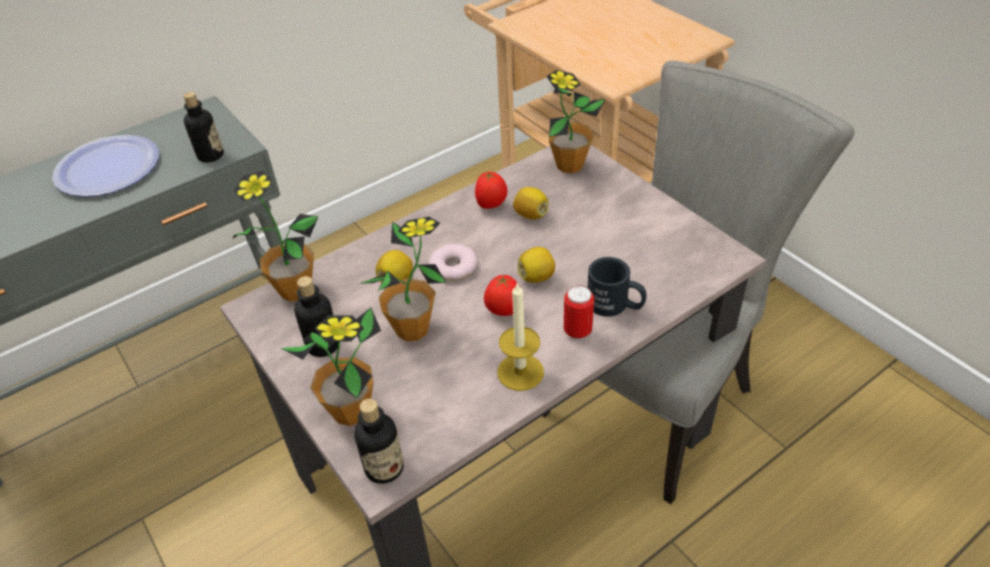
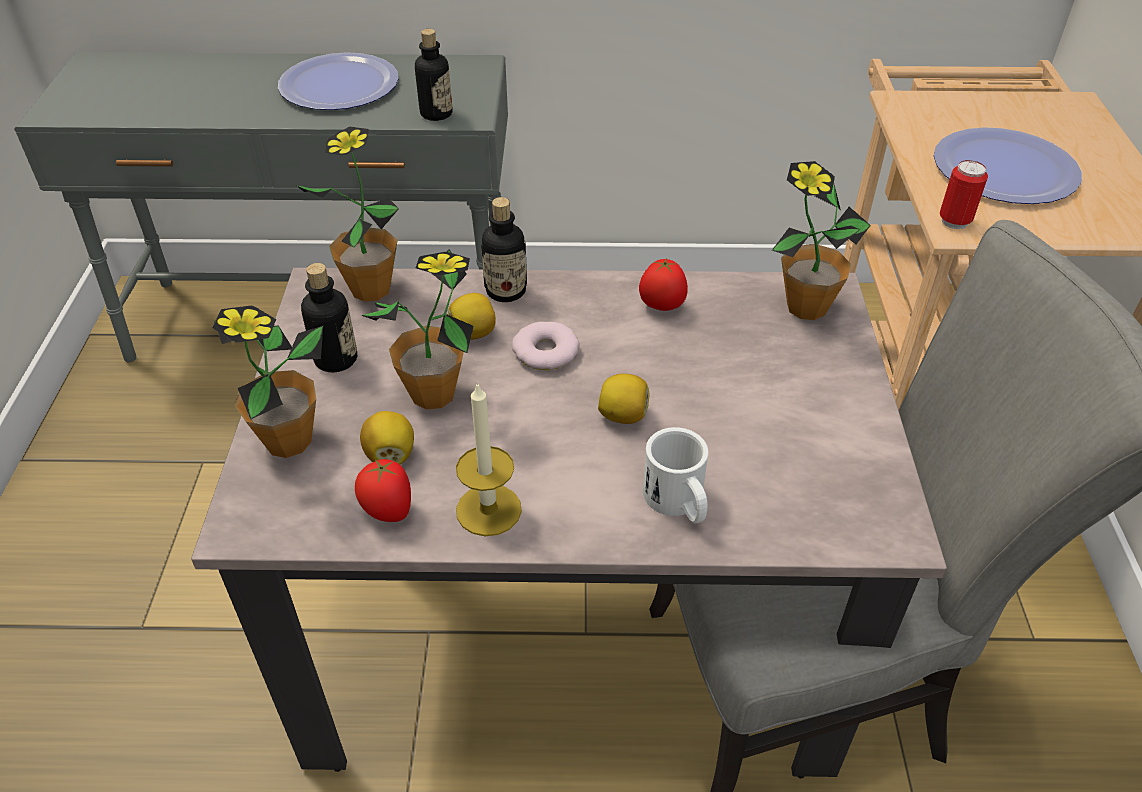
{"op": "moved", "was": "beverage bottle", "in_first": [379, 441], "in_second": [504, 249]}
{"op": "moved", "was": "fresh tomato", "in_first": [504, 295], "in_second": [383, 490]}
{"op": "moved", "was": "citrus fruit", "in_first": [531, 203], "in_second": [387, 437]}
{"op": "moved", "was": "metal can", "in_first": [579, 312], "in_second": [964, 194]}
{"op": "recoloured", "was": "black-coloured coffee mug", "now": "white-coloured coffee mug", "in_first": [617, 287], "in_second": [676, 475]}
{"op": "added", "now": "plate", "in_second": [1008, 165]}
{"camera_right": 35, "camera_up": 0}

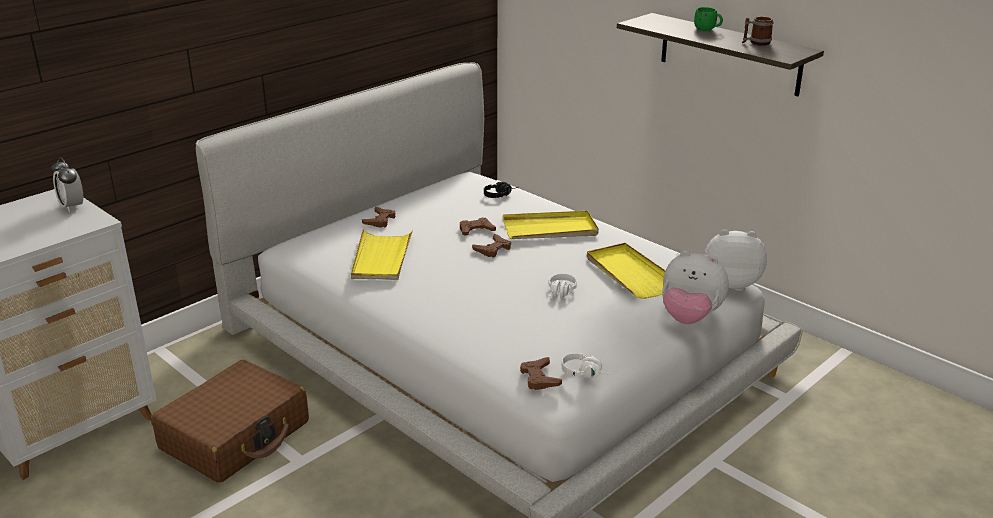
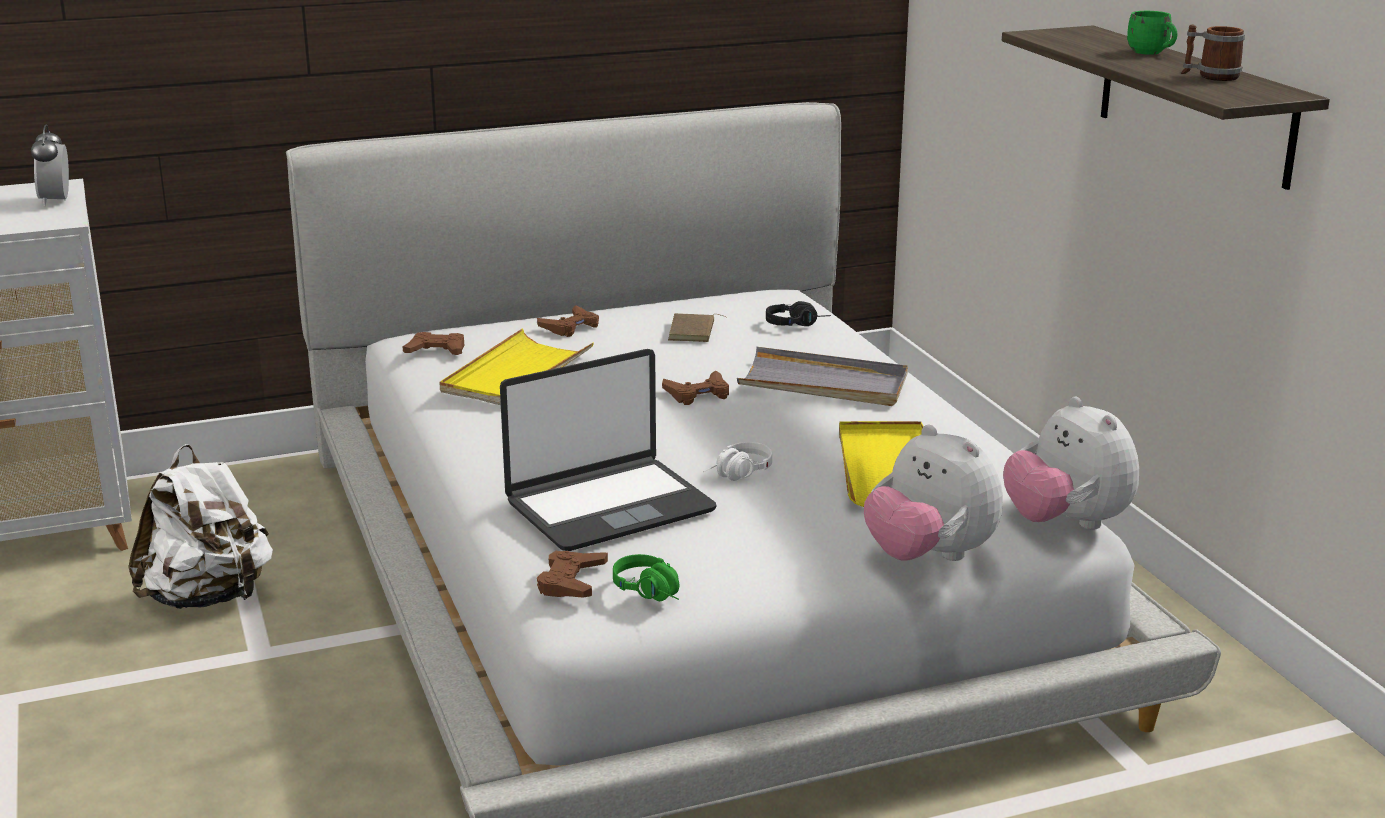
{"op": "replaced", "was": "brownish suitcase", "now": "white-coloured knapsack", "in_first": [230, 421], "in_second": [200, 526]}
{"op": "moved", "was": "brownish joypad", "in_first": [478, 226], "in_second": [433, 343]}
{"op": "recoloured", "was": "yellow serving tray", "now": "greyish serving tray", "in_first": [551, 225], "in_second": [822, 376]}
{"op": "recoloured", "was": "white-coloured pair of headphones", "now": "greenish pair of headphones", "in_first": [586, 365], "in_second": [646, 577]}
{"op": "turned", "was": "soft toy", "in_first": [735, 260], "in_second": [1071, 463], "clockwise": -150}
{"op": "added", "now": "portable computer", "in_second": [608, 450]}
{"op": "added", "now": "brownish book", "in_second": [697, 327]}
{"camera_right": 25, "camera_up": -5}

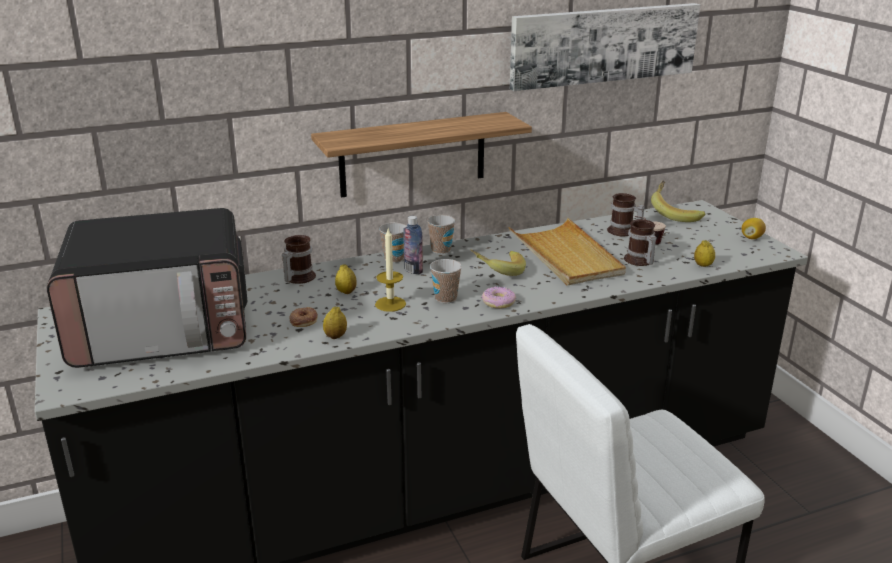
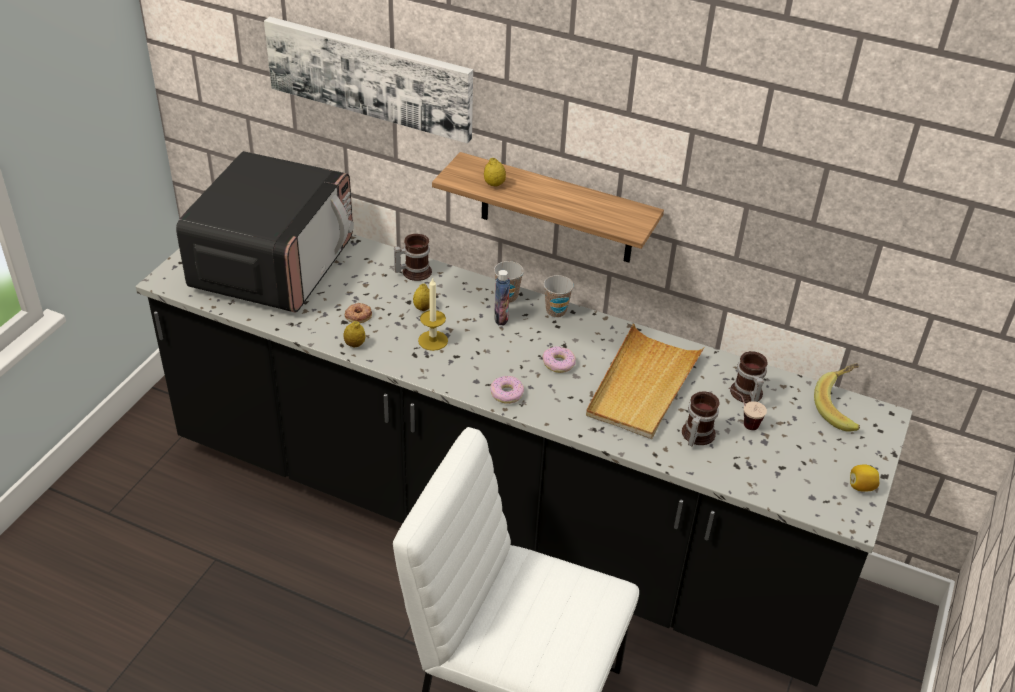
{"op": "turned", "was": "microwave oven", "in_first": [147, 288], "in_second": [265, 232], "clockwise": -105}
{"op": "removed", "was": "drinking cup", "in_first": [446, 281]}
{"op": "replaced", "was": "banana", "now": "donut", "in_first": [498, 262], "in_second": [559, 359]}
{"op": "moved", "was": "wall art", "in_first": [605, 47], "in_second": [368, 80]}
{"op": "moved", "was": "citrus fruit", "in_first": [704, 253], "in_second": [495, 172]}
{"camera_right": 45, "camera_up": 15}

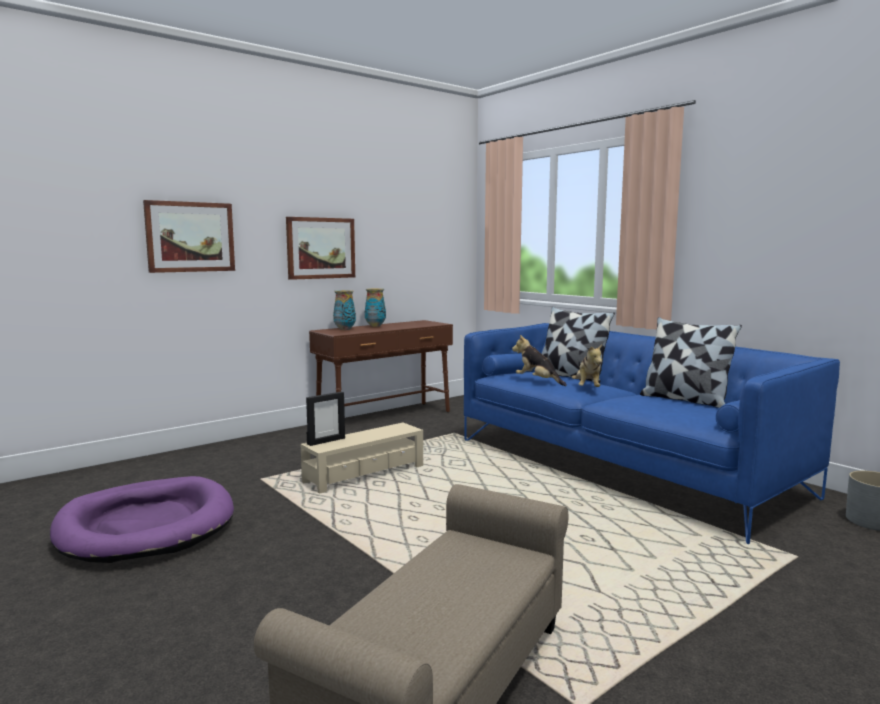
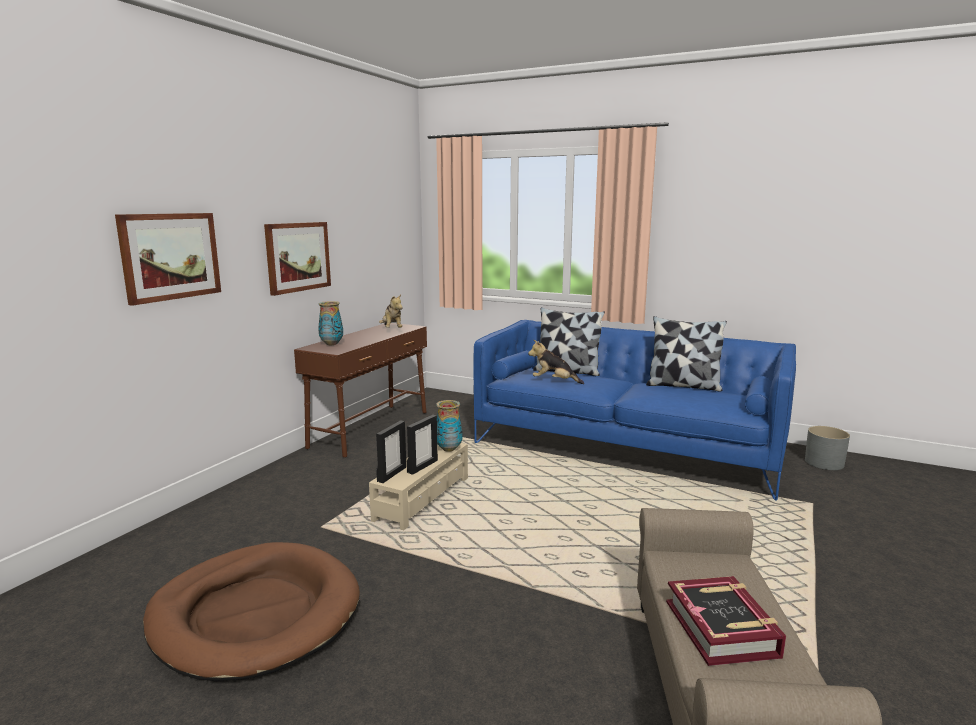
{"op": "recoloured", "was": "purple-coloured dog bed", "now": "brownish dog bed", "in_first": [142, 519], "in_second": [251, 611]}
{"op": "moved", "was": "decorative vase", "in_first": [375, 307], "in_second": [449, 426]}
{"op": "moved", "was": "soft toy", "in_first": [587, 366], "in_second": [391, 311]}
{"op": "added", "now": "photo frame", "in_second": [422, 445]}
{"op": "added", "now": "book", "in_second": [726, 621]}
{"camera_right": -25, "camera_up": 5}

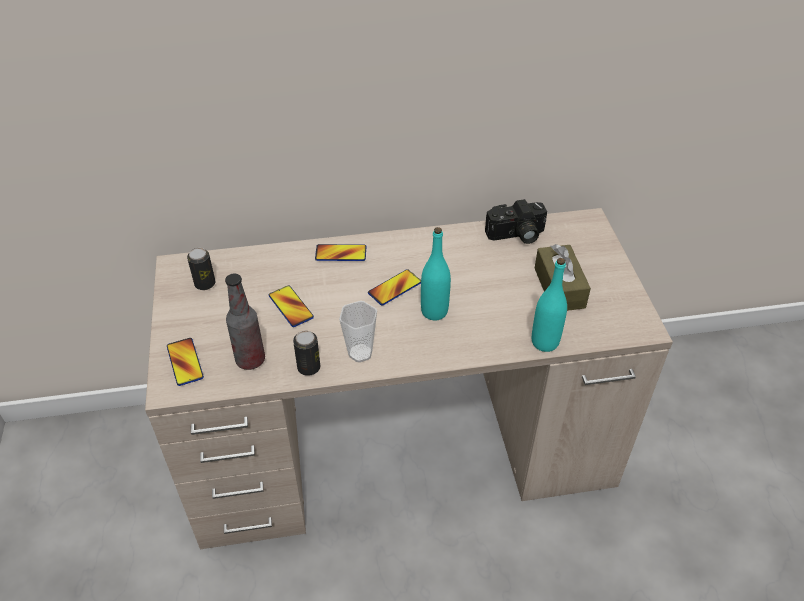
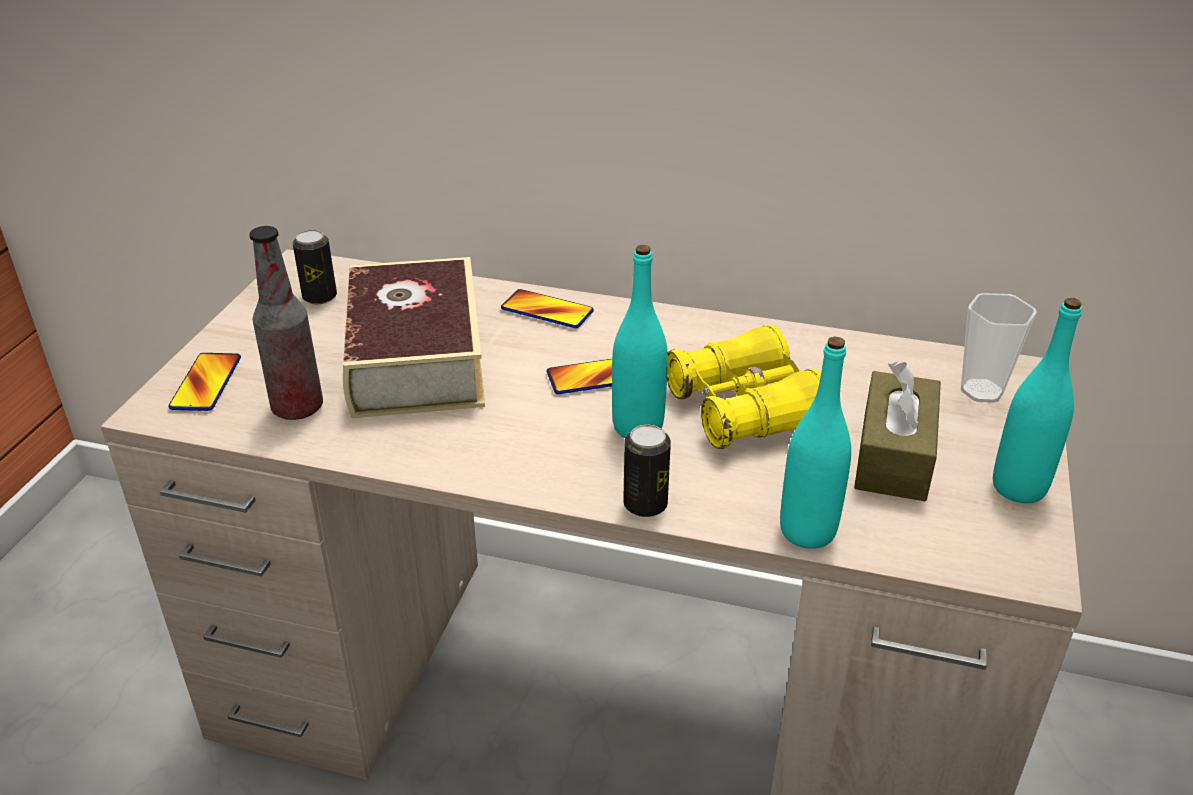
{"op": "replaced", "was": "telephone", "now": "book", "in_first": [291, 306], "in_second": [414, 337]}
{"op": "moved", "was": "metal can", "in_first": [306, 353], "in_second": [647, 471]}
{"op": "moved", "was": "drinking cup", "in_first": [358, 331], "in_second": [999, 348]}
{"op": "removed", "was": "photo camera", "in_first": [516, 221]}
{"op": "added", "now": "yellow binoculars", "in_second": [744, 387]}
{"op": "added", "now": "turquoise-coloured beverage bottle", "in_second": [1037, 400]}
{"camera_right": 25, "camera_up": -10}

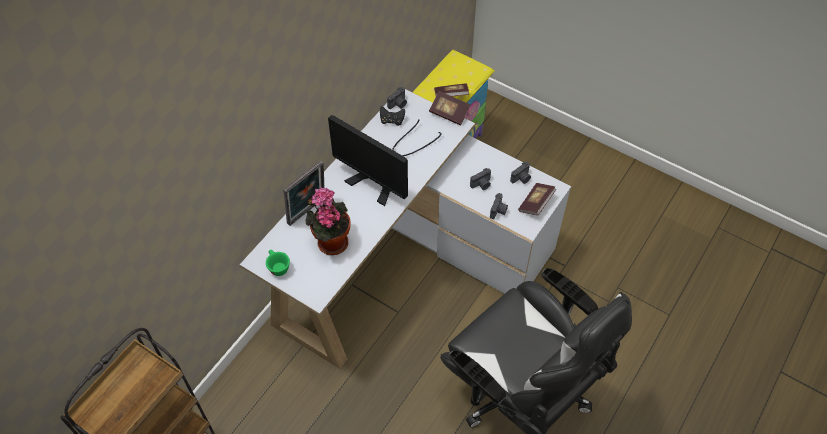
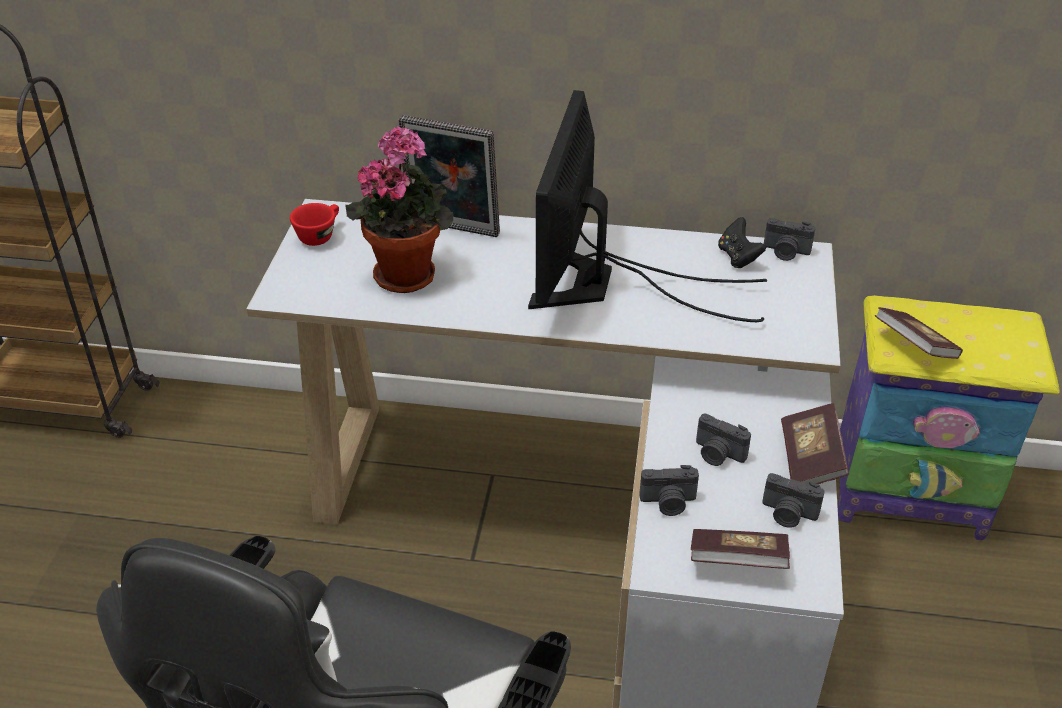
{"op": "recoloured", "was": "greenish drinking cup", "now": "red-coloured drinking cup", "in_first": [278, 263], "in_second": [314, 224]}
{"op": "moved", "was": "book", "in_first": [449, 108], "in_second": [815, 444]}
{"camera_right": 65, "camera_up": -15}

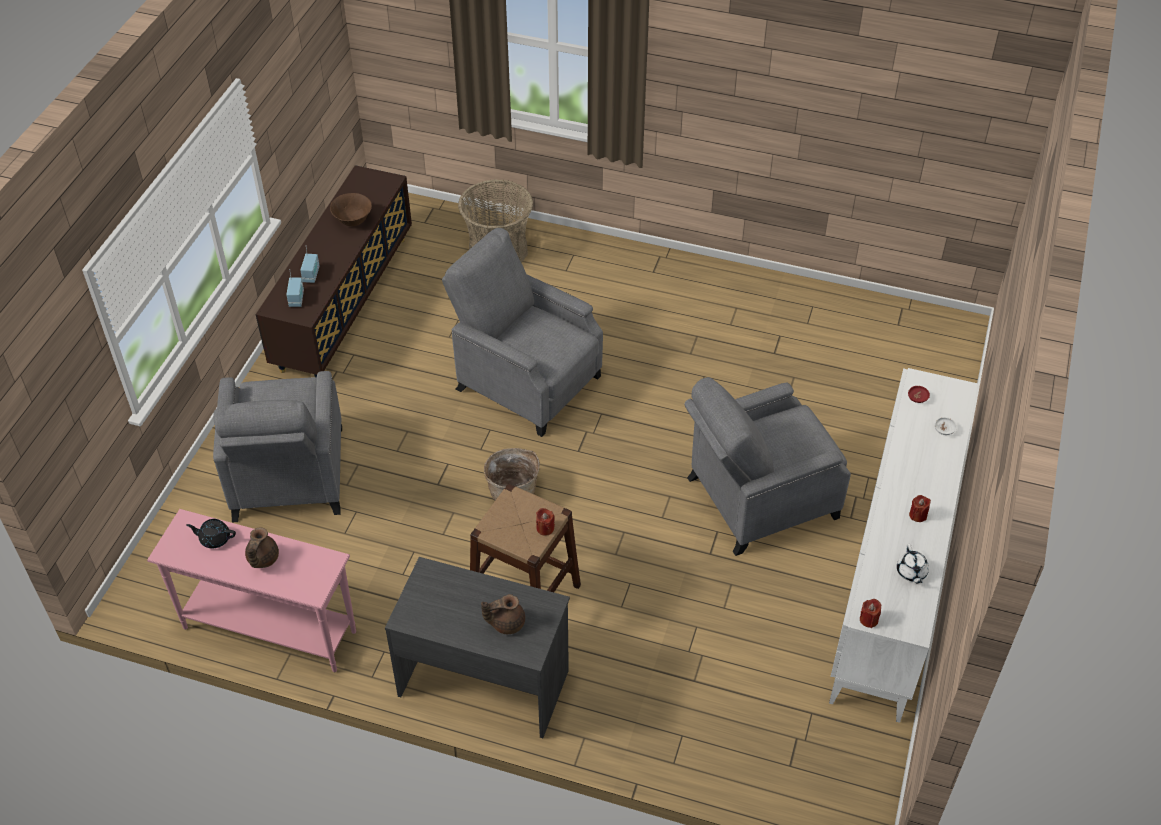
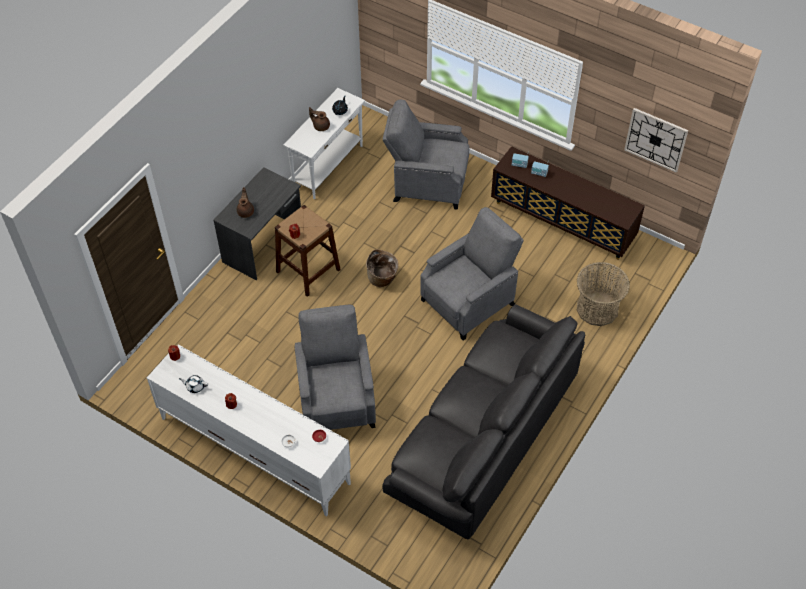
{"op": "recoloured", "was": "pink narrow table", "now": "white-coloured narrow table", "in_first": [251, 590], "in_second": [324, 143]}
{"op": "removed", "was": "brownish bowl", "in_first": [351, 209]}
{"op": "added", "now": "black-coloured sofa", "in_second": [483, 421]}
{"op": "added", "now": "hanging clock", "in_second": [656, 140]}
{"camera_right": 105, "camera_up": 5}

